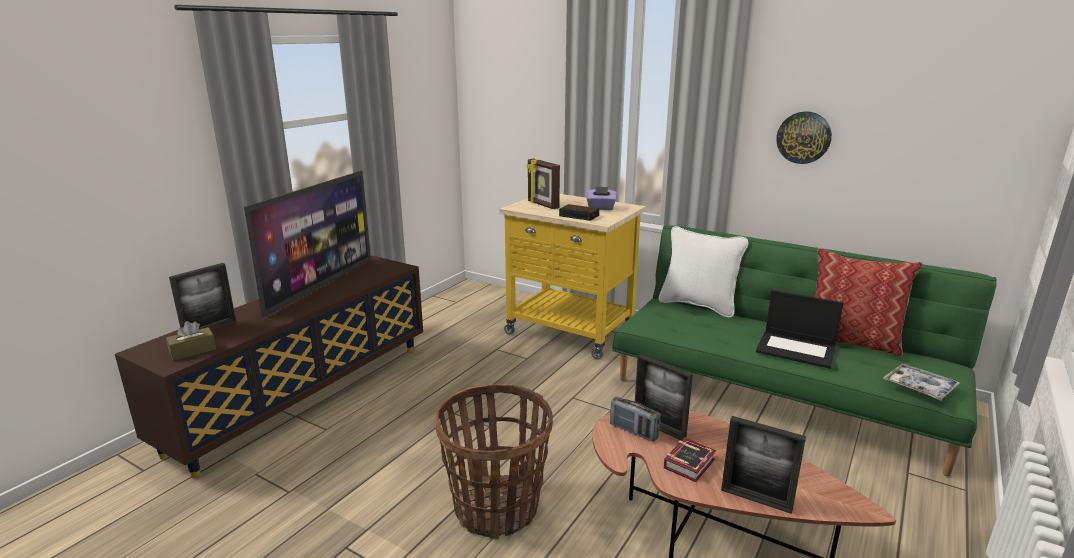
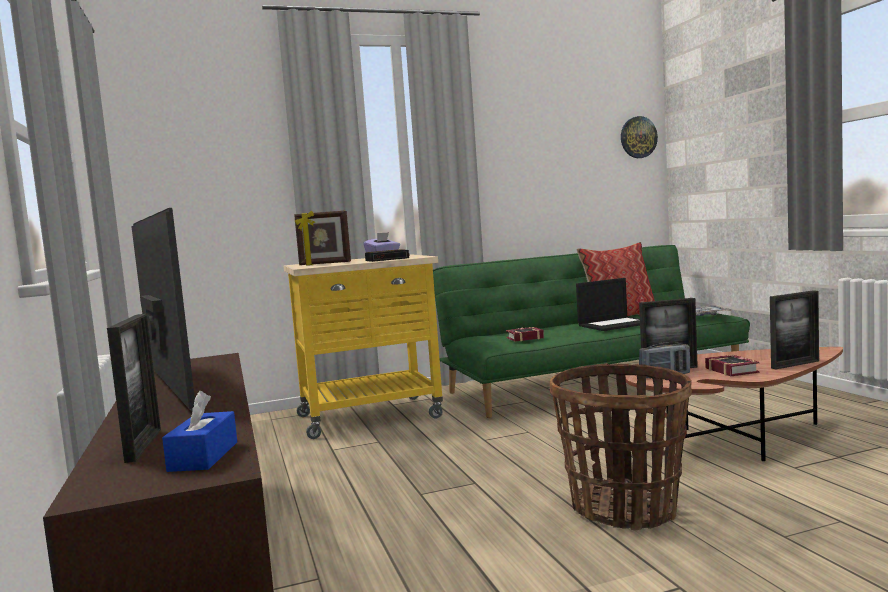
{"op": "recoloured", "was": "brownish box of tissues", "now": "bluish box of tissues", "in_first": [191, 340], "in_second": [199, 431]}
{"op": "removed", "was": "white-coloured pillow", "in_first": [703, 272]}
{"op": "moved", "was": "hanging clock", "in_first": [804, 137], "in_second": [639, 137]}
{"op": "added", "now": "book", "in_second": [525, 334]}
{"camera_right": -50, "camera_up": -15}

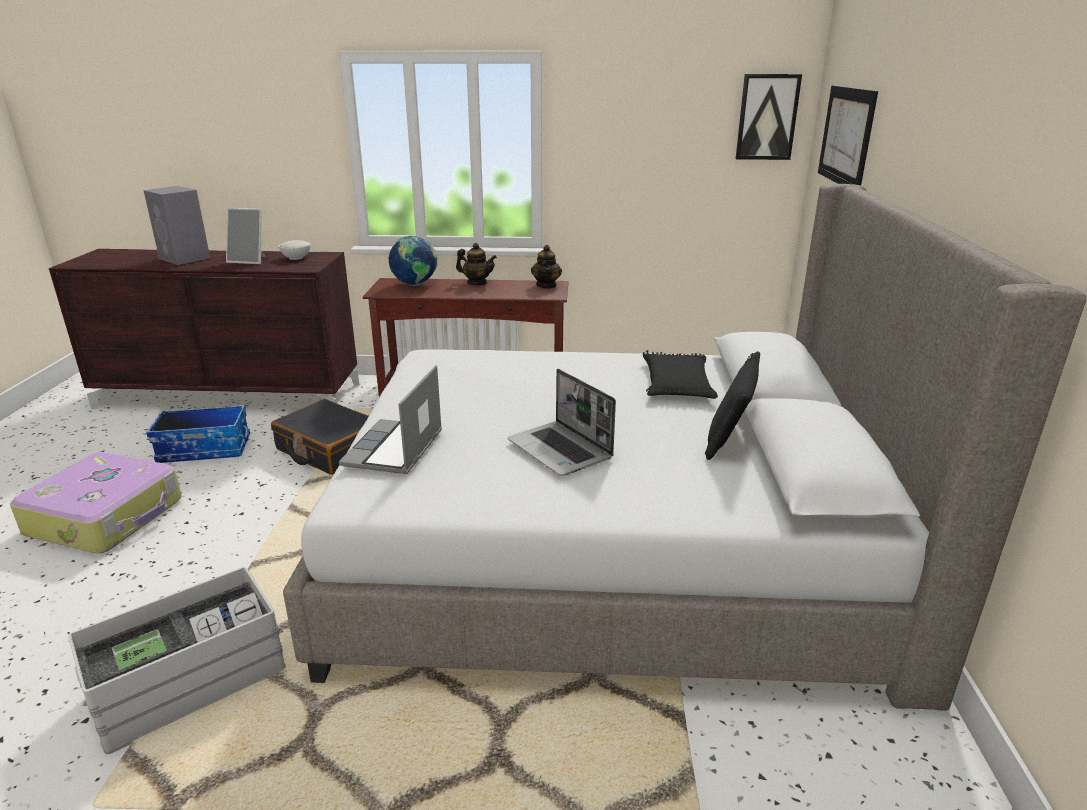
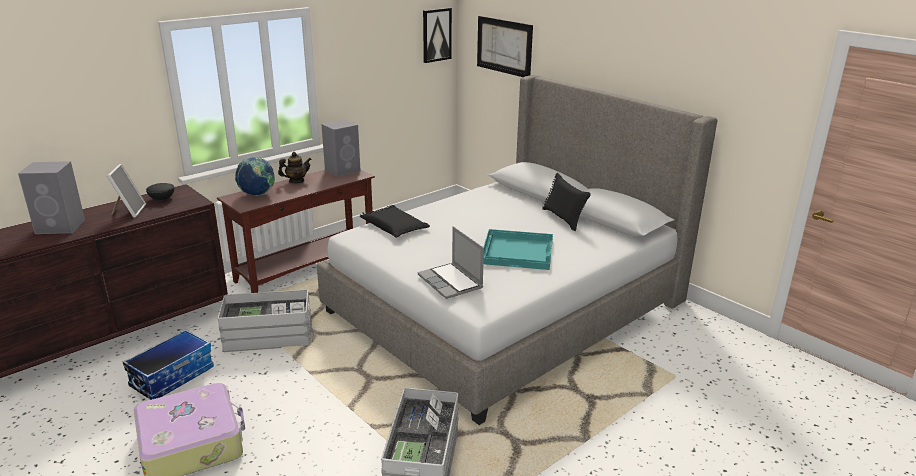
{"op": "turned", "was": "photo frame", "in_first": [246, 236], "in_second": [126, 191], "clockwise": -60}
{"op": "replaced", "was": "black-coloured suitcase", "now": "greyish storage box", "in_first": [320, 437], "in_second": [265, 321]}
{"op": "recoloured", "was": "white-coloured bowl", "now": "black-coloured bowl", "in_first": [295, 250], "in_second": [160, 192]}
{"op": "replaced", "was": "portable computer", "now": "turquoise-coloured serving tray", "in_first": [562, 422], "in_second": [518, 249]}
{"op": "replaced", "was": "tea pot", "now": "greyish speaker", "in_first": [546, 266], "in_second": [341, 148]}
{"op": "moved", "was": "black-coloured pillow", "in_first": [680, 374], "in_second": [395, 221]}
{"camera_right": -45, "camera_up": 0}

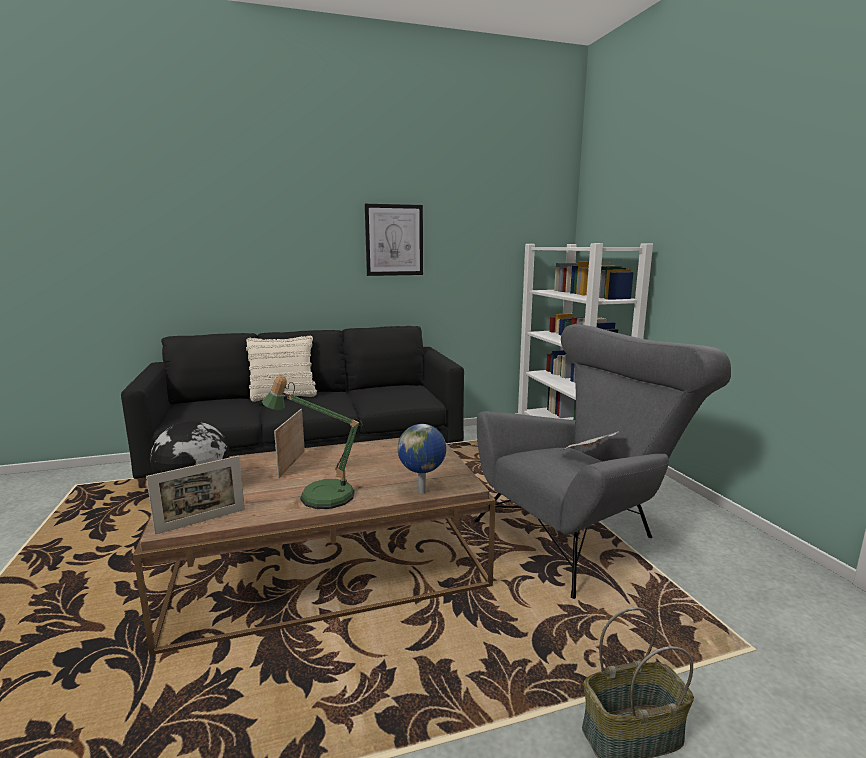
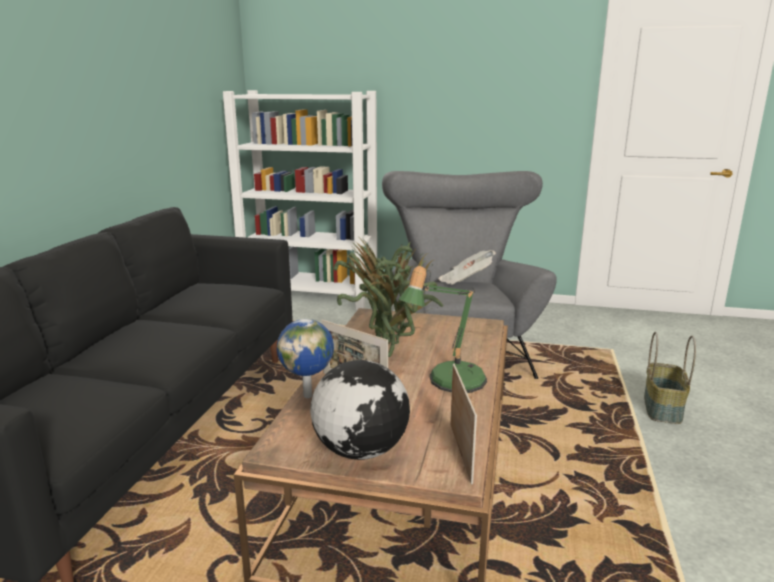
{"op": "removed", "was": "beige-coloured pillow", "in_first": [281, 369]}
{"op": "removed", "was": "wall art", "in_first": [394, 240]}
{"op": "moved", "was": "world globe", "in_first": [422, 459], "in_second": [305, 358]}
{"op": "added", "now": "plant in a pot", "in_second": [388, 296]}
{"camera_right": -60, "camera_up": 5}

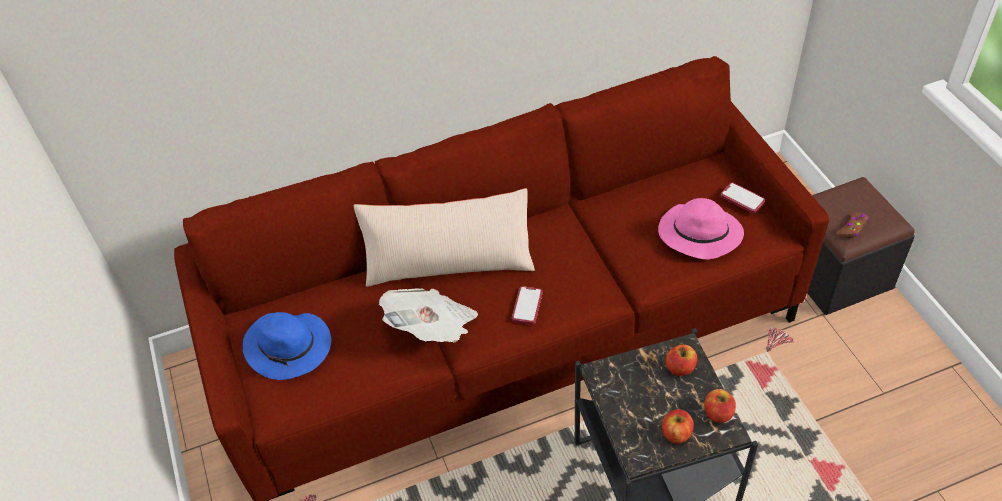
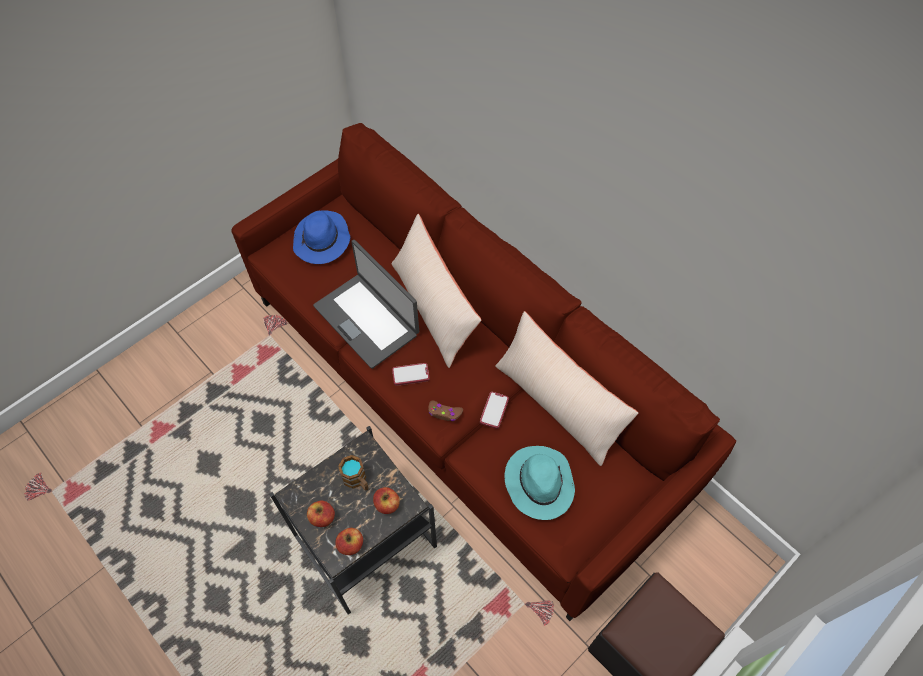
{"op": "replaced", "was": "newspaper", "now": "portable computer", "in_first": [428, 315], "in_second": [366, 304]}
{"op": "recoloured", "was": "pink clothing hat", "now": "turquoise-coloured clothing hat", "in_first": [701, 229], "in_second": [539, 483]}
{"op": "moved", "was": "telephone", "in_first": [742, 198], "in_second": [494, 410]}
{"op": "moved", "was": "brownish joypad", "in_first": [852, 224], "in_second": [445, 410]}
{"op": "added", "now": "coffee mug", "in_second": [353, 473]}
{"op": "added", "now": "beige-coloured pillow", "in_second": [566, 388]}
{"camera_right": 65, "camera_up": 10}

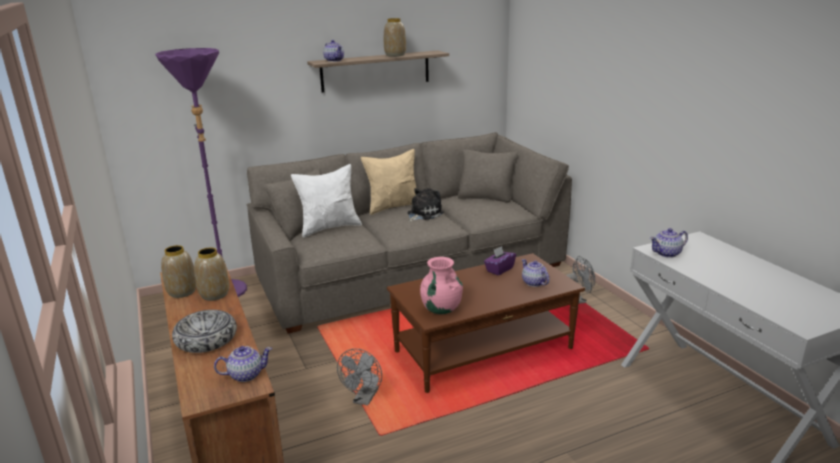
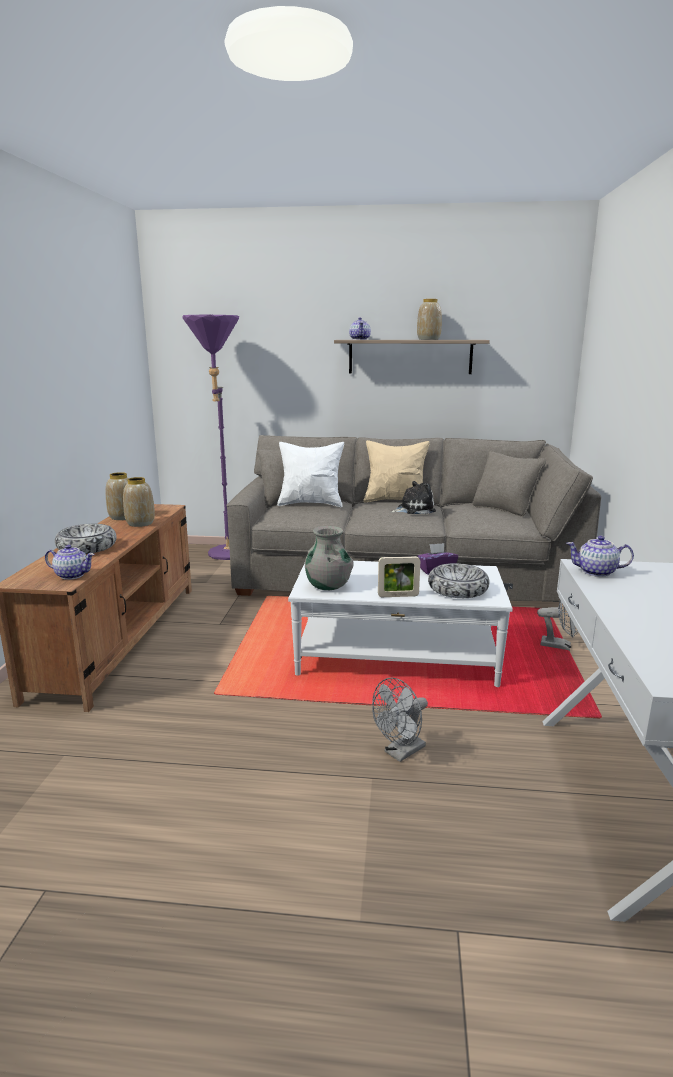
{"op": "moved", "was": "greyish cooling fan", "in_first": [359, 377], "in_second": [400, 719]}
{"op": "recoloured", "was": "brownish lounge table", "now": "white-coloured lounge table", "in_first": [486, 323], "in_second": [400, 624]}
{"op": "recoloured", "was": "pink decorative vase", "now": "greyish decorative vase", "in_first": [441, 285], "in_second": [329, 558]}
{"op": "replaced", "was": "tea pot", "now": "bowl", "in_first": [536, 273], "in_second": [459, 580]}
{"op": "added", "now": "photo frame", "in_second": [399, 576]}
{"camera_right": 30, "camera_up": -5}

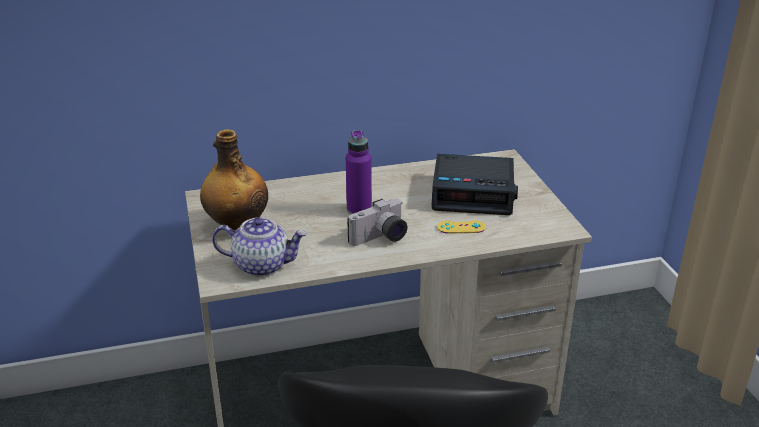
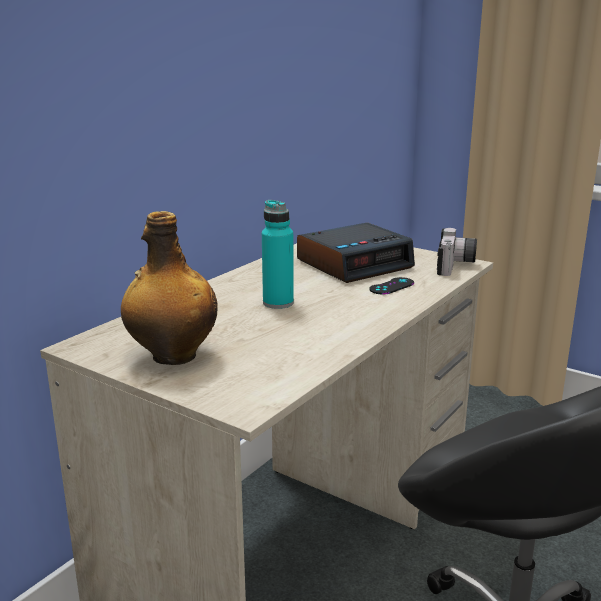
{"op": "removed", "was": "tea pot", "in_first": [259, 246]}
{"op": "recoloured", "was": "purple-coloured beverage bottle", "now": "turquoise-coloured beverage bottle", "in_first": [359, 172], "in_second": [278, 254]}
{"op": "moved", "was": "photo camera", "in_first": [377, 222], "in_second": [457, 252]}
{"op": "recoloured", "was": "yellow joypad", "now": "black-coloured joypad", "in_first": [461, 227], "in_second": [391, 285]}
{"camera_right": -40, "camera_up": -10}

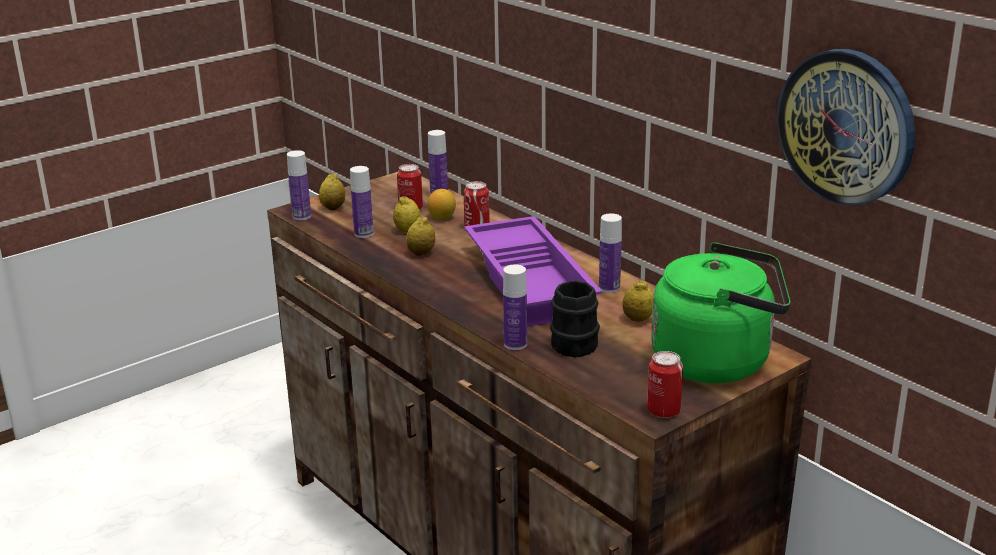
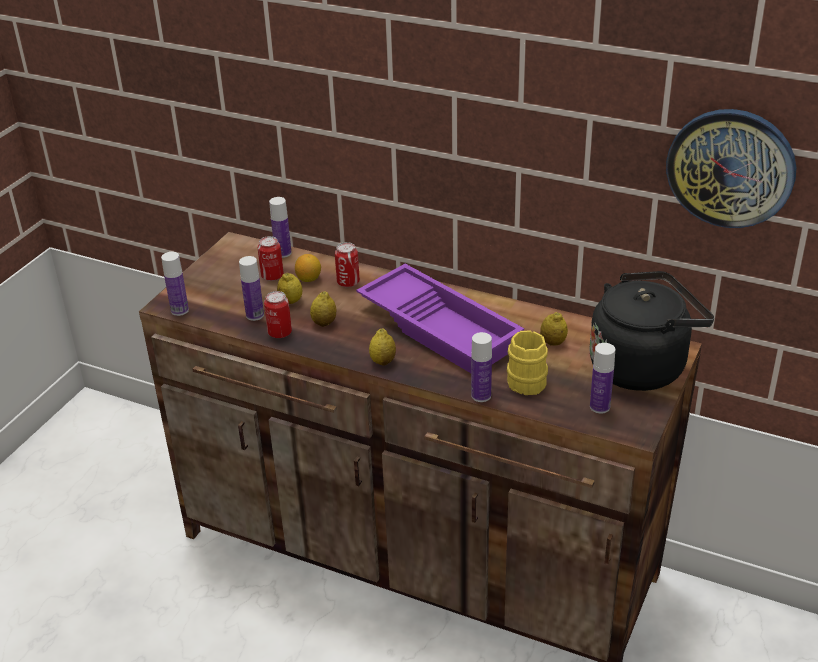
{"op": "moved", "was": "citrus fruit", "in_first": [332, 192], "in_second": [382, 347]}
{"op": "recoloured", "was": "black-coloured coffee mug", "now": "yellow coffee mug", "in_first": [575, 318], "in_second": [527, 363]}
{"op": "moved", "was": "beverage bottle", "in_first": [610, 253], "in_second": [602, 378]}
{"op": "moved", "was": "metal can", "in_first": [665, 384], "in_second": [278, 314]}
{"op": "recoloured", "was": "greenish tea kettle", "now": "black-coloured tea kettle", "in_first": [720, 312], "in_second": [651, 331]}
{"camera_right": -25, "camera_up": 10}

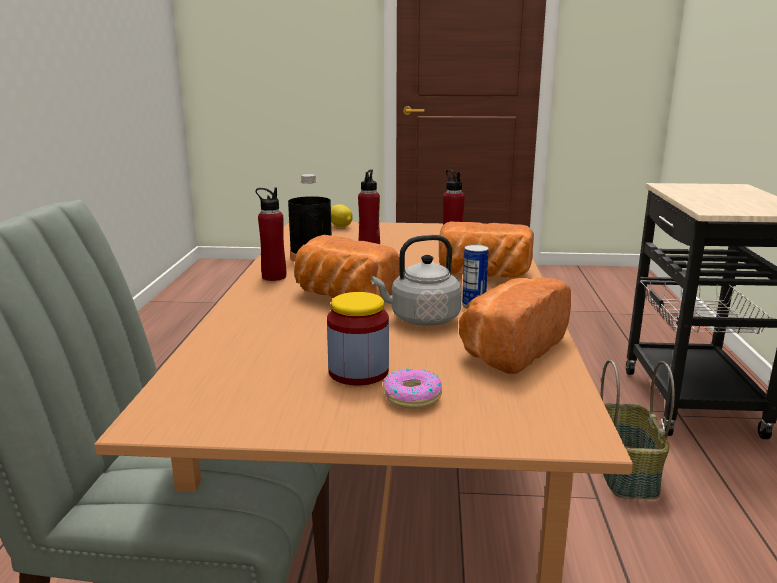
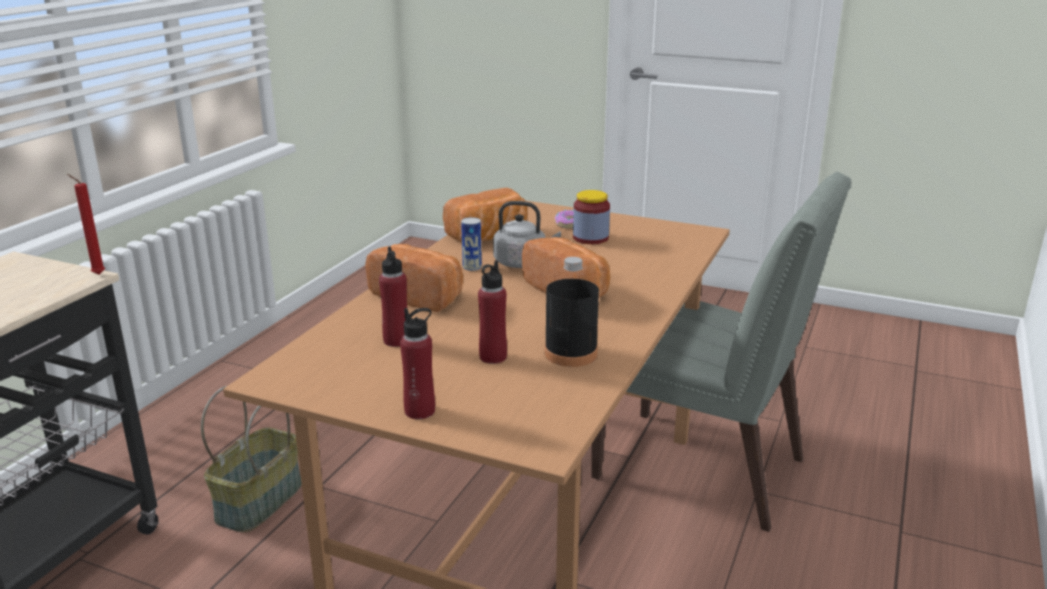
{"op": "moved", "was": "red-coloured beverage bottle", "in_first": [270, 234], "in_second": [417, 363]}
{"op": "removed", "was": "citrus fruit", "in_first": [342, 215]}
{"op": "added", "now": "red-coloured wax light", "in_second": [86, 224]}
{"camera_right": -160, "camera_up": 5}

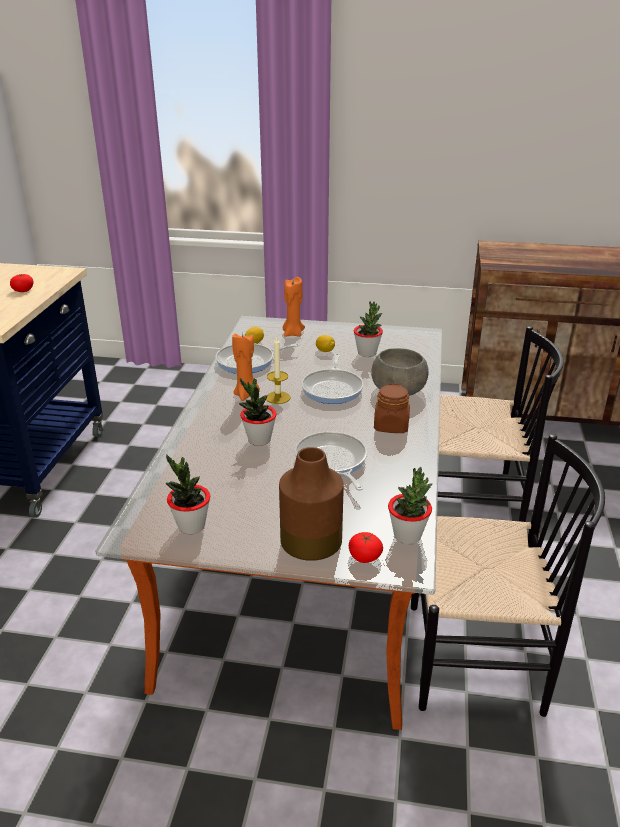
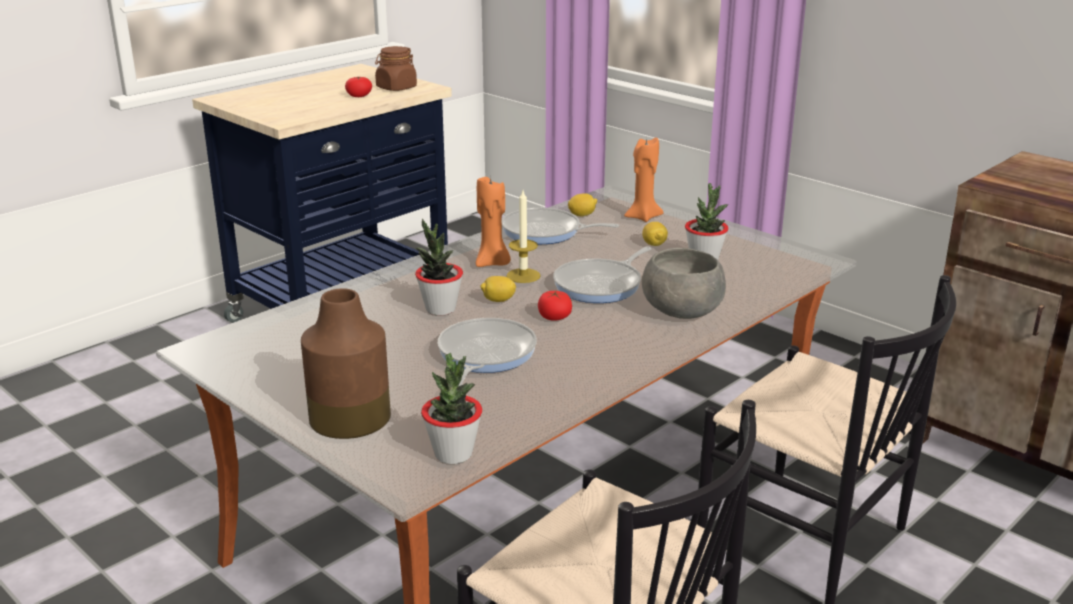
{"op": "removed", "was": "plant in a pot", "in_first": [188, 494]}
{"op": "moved", "was": "fresh tomato", "in_first": [366, 547], "in_second": [555, 306]}
{"op": "moved", "was": "brownish jar", "in_first": [392, 408], "in_second": [396, 68]}
{"op": "added", "now": "citrus fruit", "in_second": [498, 289]}
{"camera_right": 35, "camera_up": -5}

